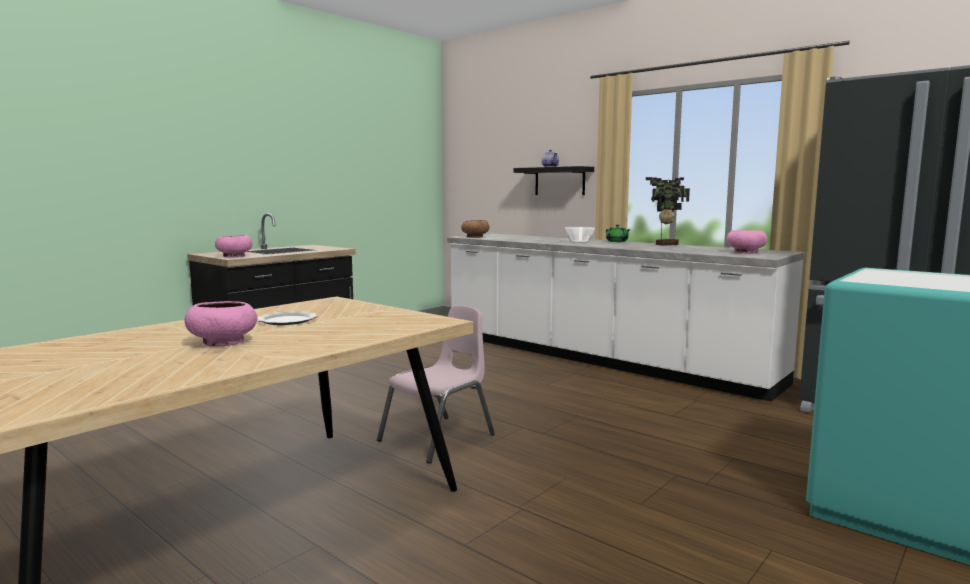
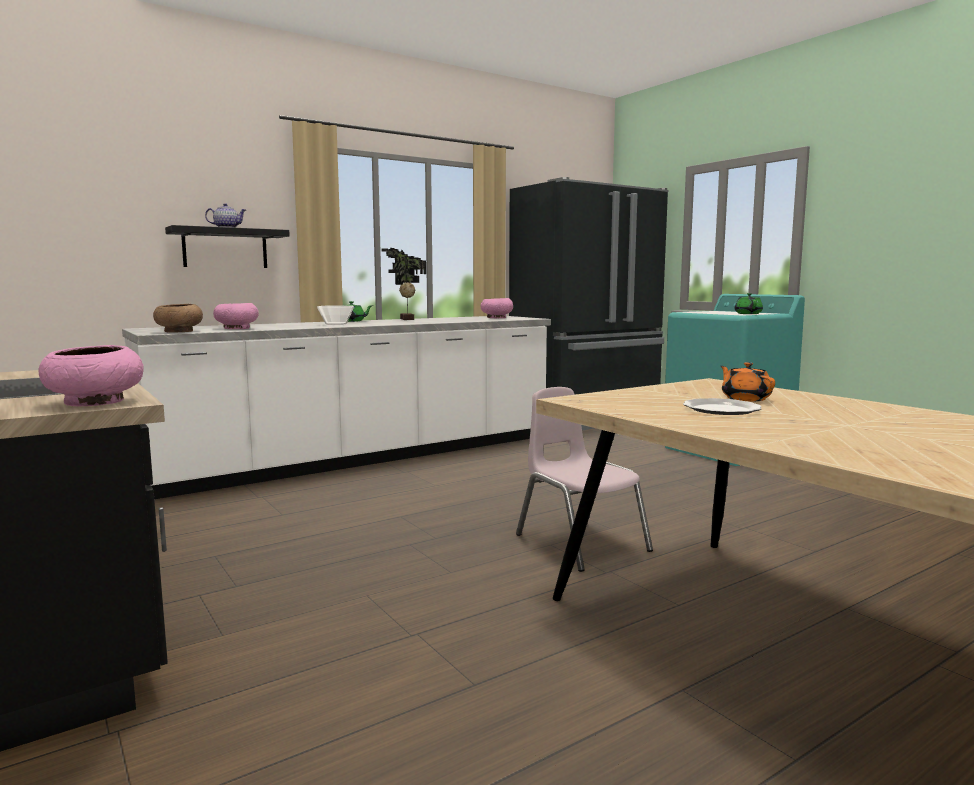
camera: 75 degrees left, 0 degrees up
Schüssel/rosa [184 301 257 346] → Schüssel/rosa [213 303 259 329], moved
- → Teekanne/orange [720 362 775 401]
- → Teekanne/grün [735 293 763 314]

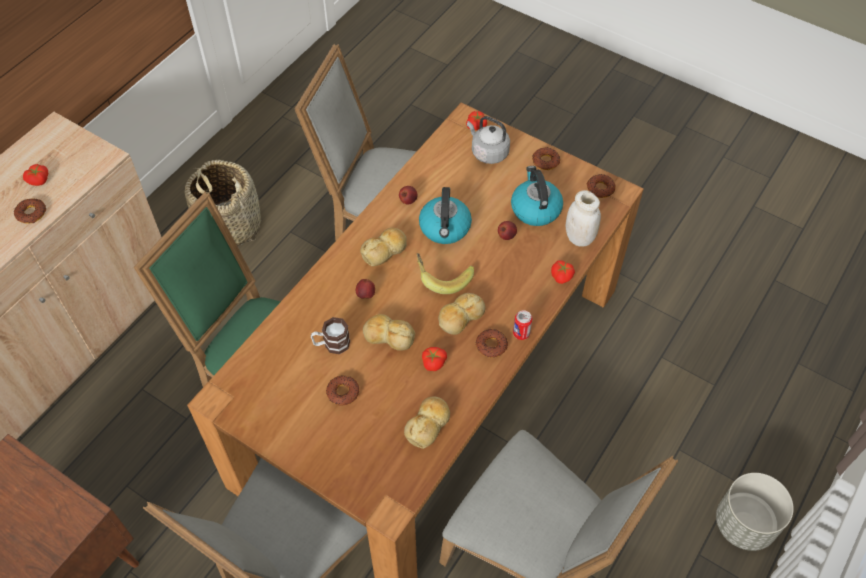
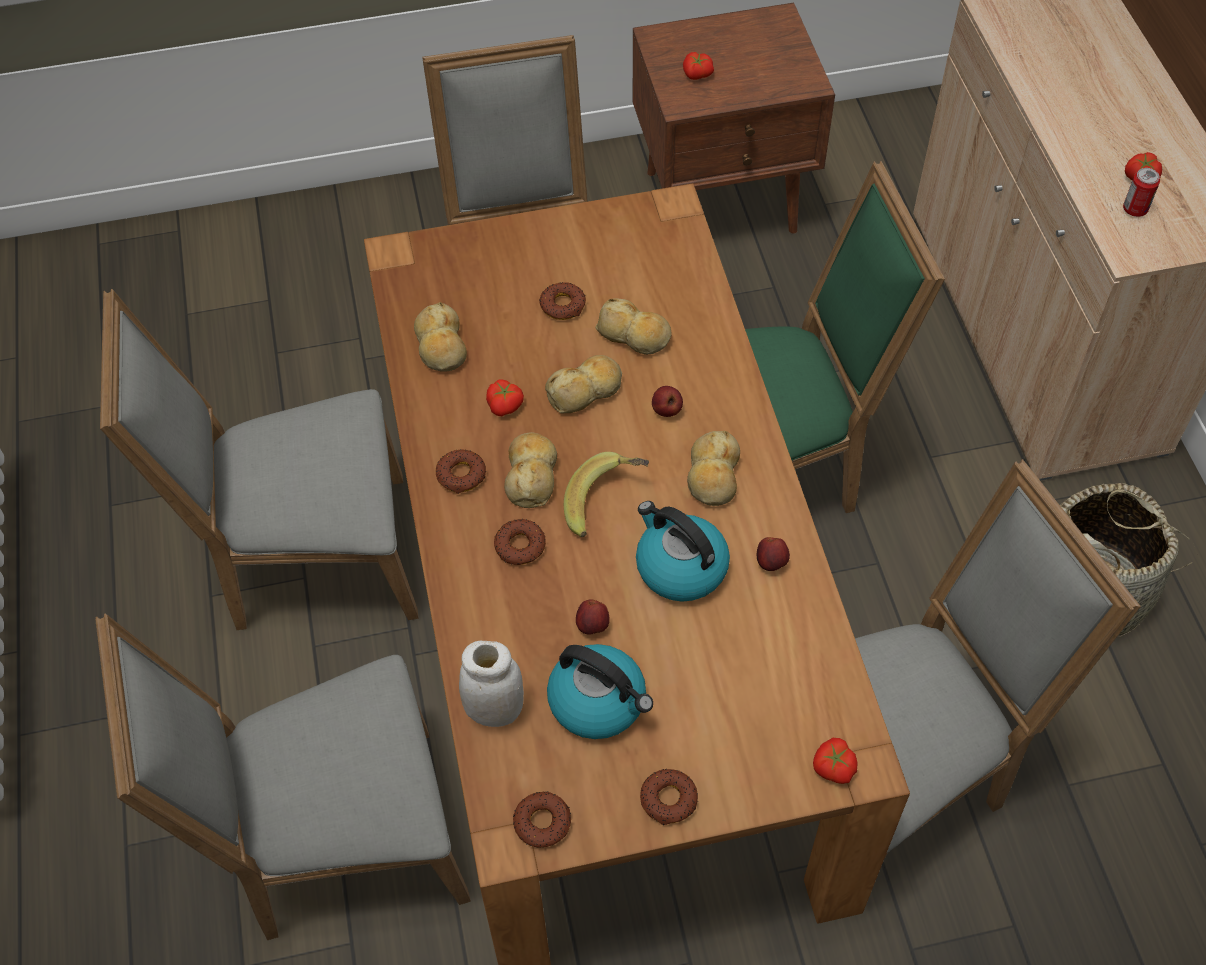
camera: 135 degrees right, 0 degrees up
- → Stuhl/grau [95 613 471 940]
Donut [14 198 46 224] → Donut [494 519 546 565], moved
Henkelbecher [311 317 350 354] → Brot [595 298 672 355]
Tomate [551 260 575 284] → Tomate [683 52 714 80], moved
Dose [513 310 532 340] → Dose [1123 168 1160 217], moved
Wasserkessel/grau [467 116 510 164] → -
Pflanzkübel/grau [716 473 794 551] → -

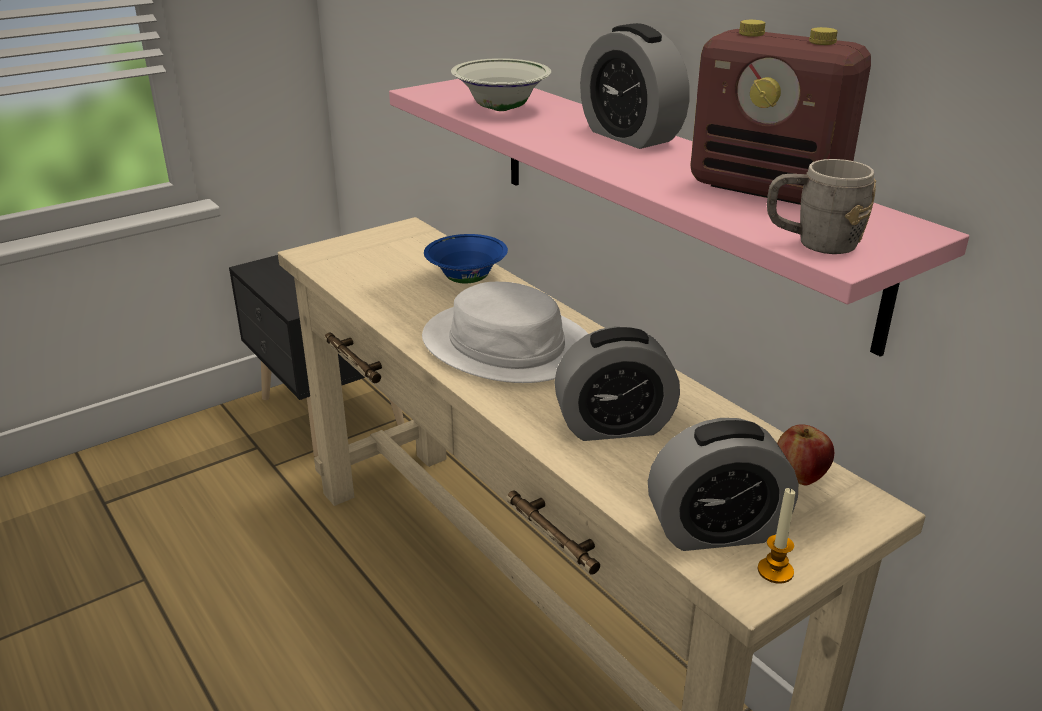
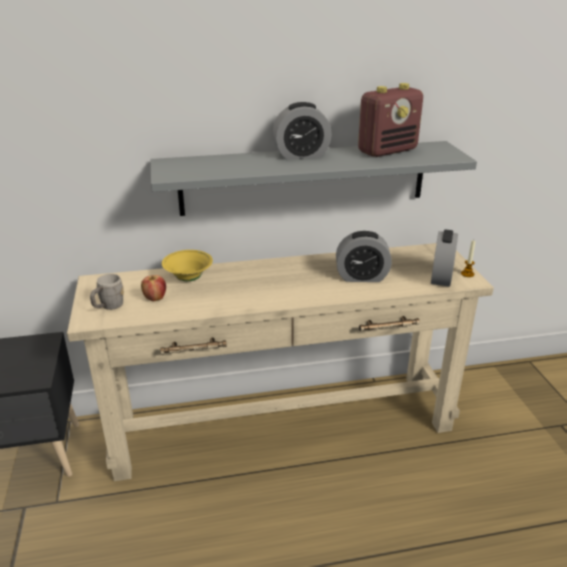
camera: 65 degrees left, 0 degrees up
Henkelbecher/grau [767 159 876 254] → Henkelbecher/grau [90 274 124 310], moved
Apfel [777 424 834 485] → Apfel [141 275 166 301], moved
Wandregal/rosa [389 79 969 357] → Wandregal/grau [151 141 477 216]
Schüssel/blau [424 234 508 284] → Schüssel/gelb [162 250 213 281]
Wecker [554 326 680 441] → Wecker [336 231 392 282], 75 degrees clockwise
Hut/weiß [422 282 588 383] → -
Schüssel/weiß [451 58 551 111] → -

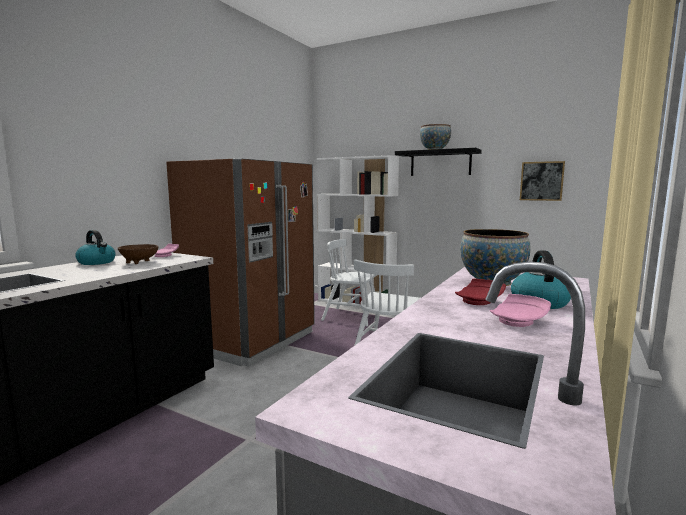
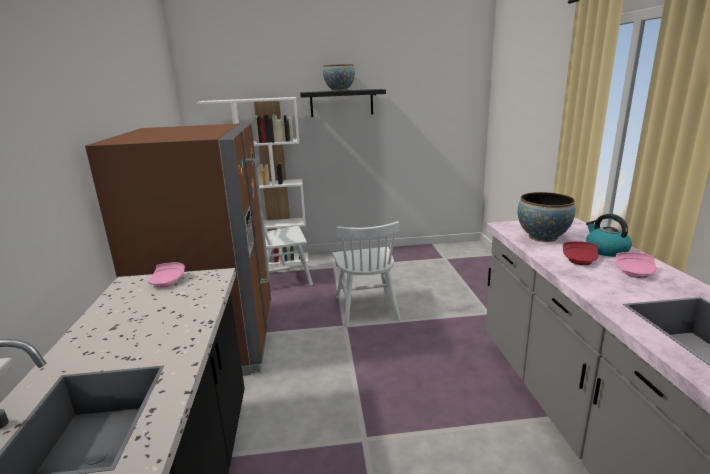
camera: 35 degrees left, 10 degrees up
Wasserkessel [75 230 116 265] → -
Schüssel/braun [118 244 158 264] → -
Bild [520 161 565 201] → -

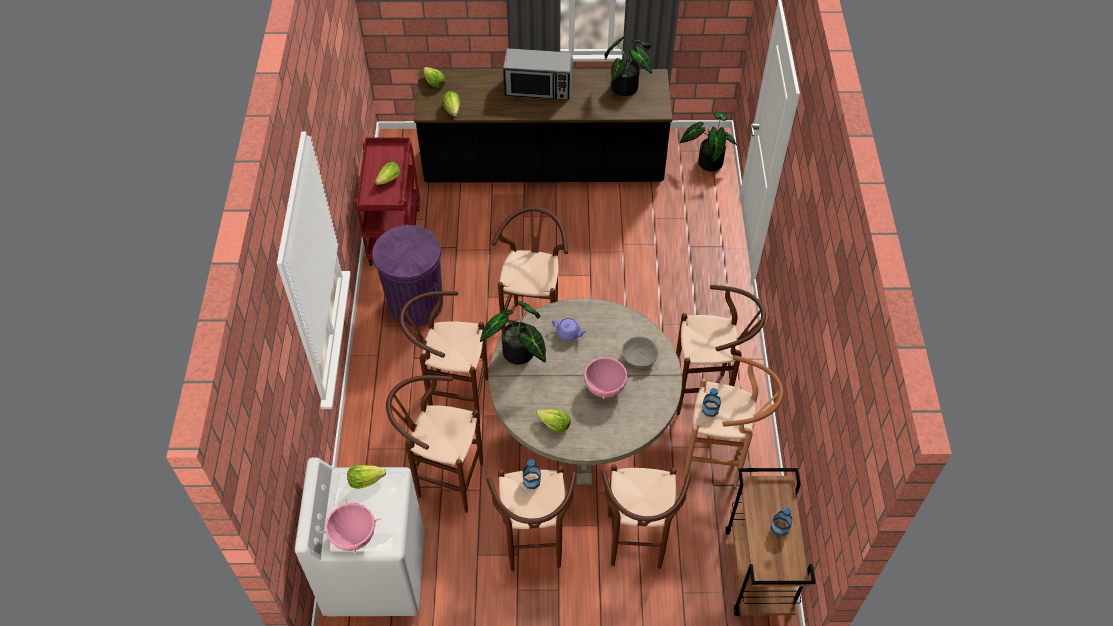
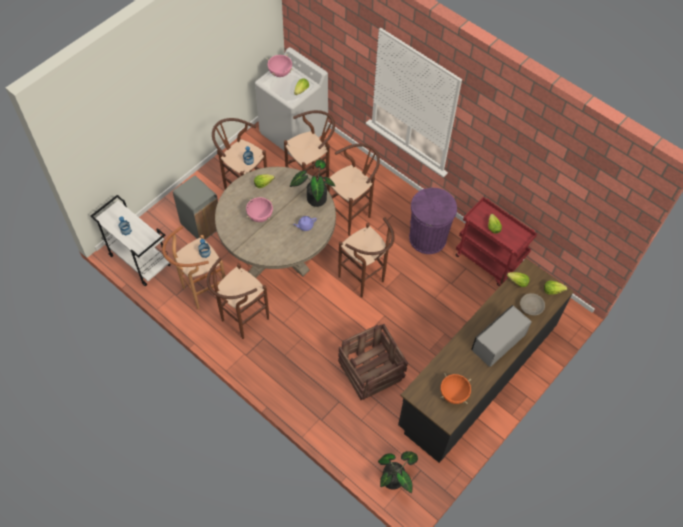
camera: 130 degrees right, 5 degrees up
Rollwagen/braun [725 468 815 616] → Rollwagen/weiß [90 195 171 287]
Hocker/braun [601 464 691 569] → Mülleimer/grau [173 176 218 240]
- → Kiste [338 324 408 400]
Topfpflanze [605 36 652 96] → Kochtopf/orange [440 373 471 404]
Schüssel/grau [622 336 659 367] → Schüssel/grau [520 293 545 316], moved

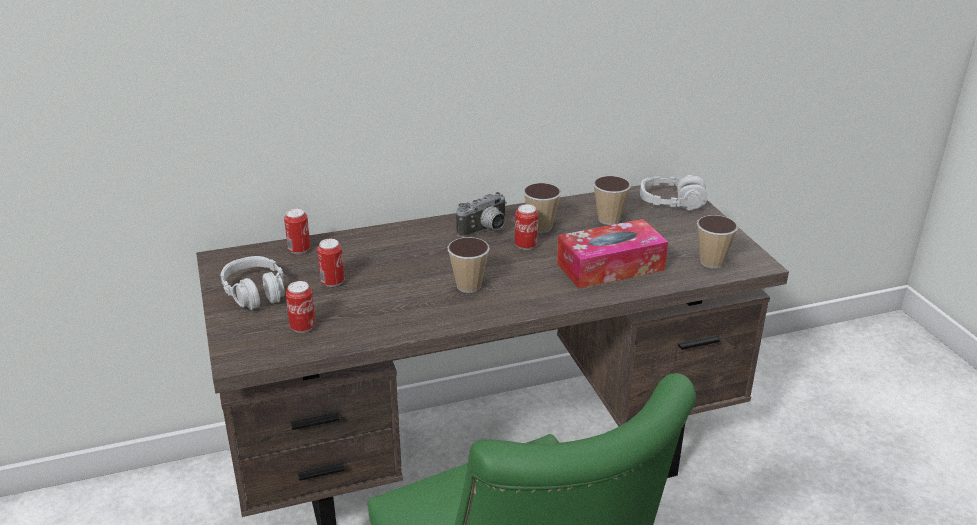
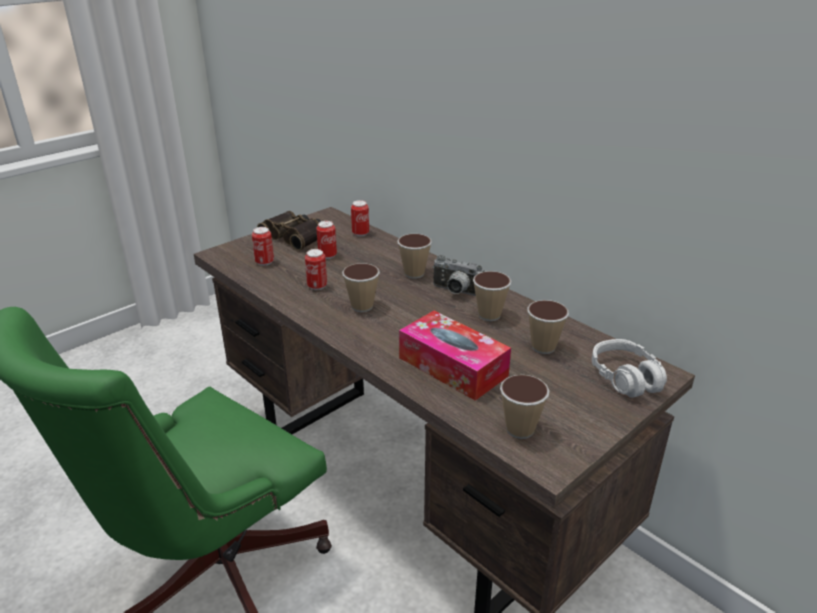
camera: 65 degrees right, 0 degrees up
Kopfhörer/grau [221 256 285 310] → Fernglas [257 211 321 251]
Dose [515 204 538 250] → Dose [305 249 327 290], moved
- → Tasse [397 234 432 279]

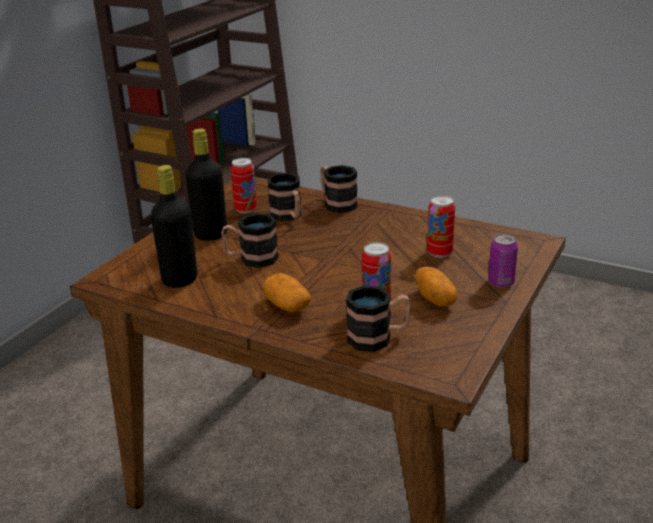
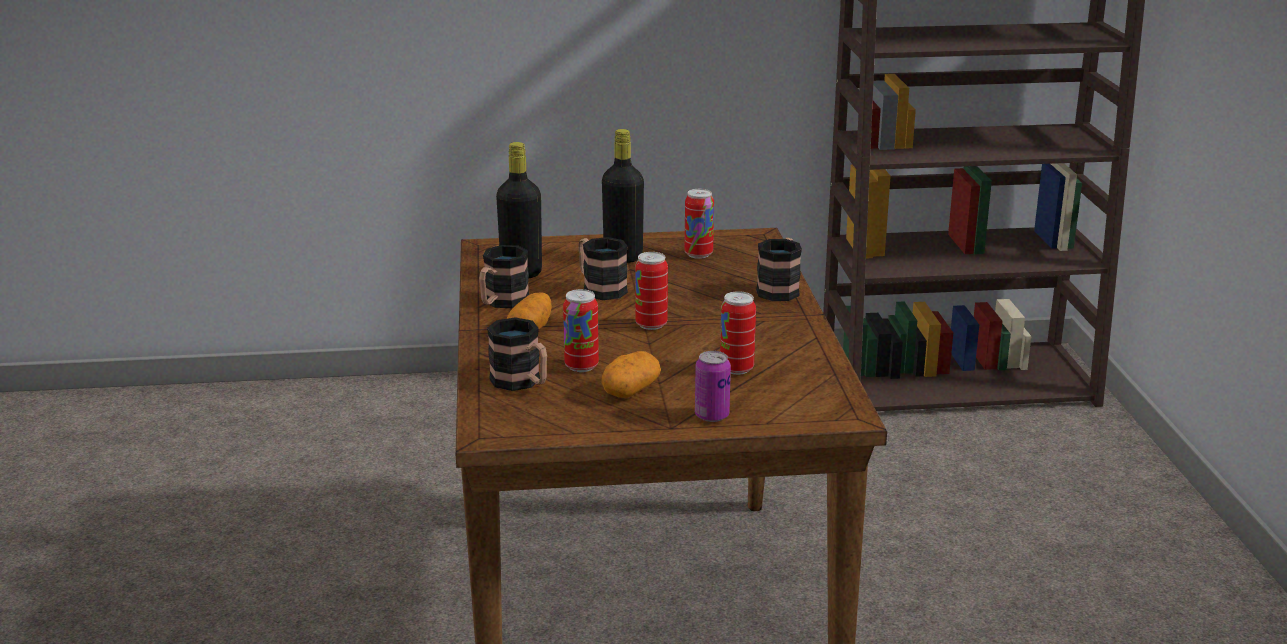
camera: 55 degrees right, 5 degrees down
Henkelbecher [268 173 302 221] → Henkelbecher [479 245 529 308], moved
- → Dose [635 252 668 330]

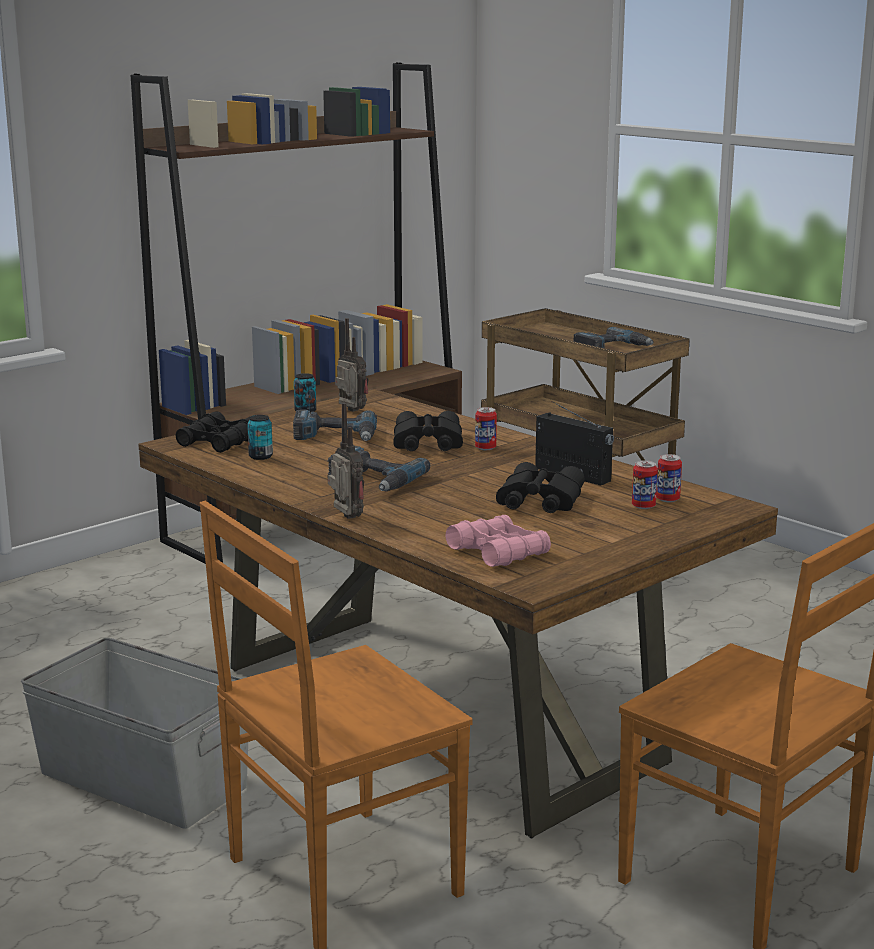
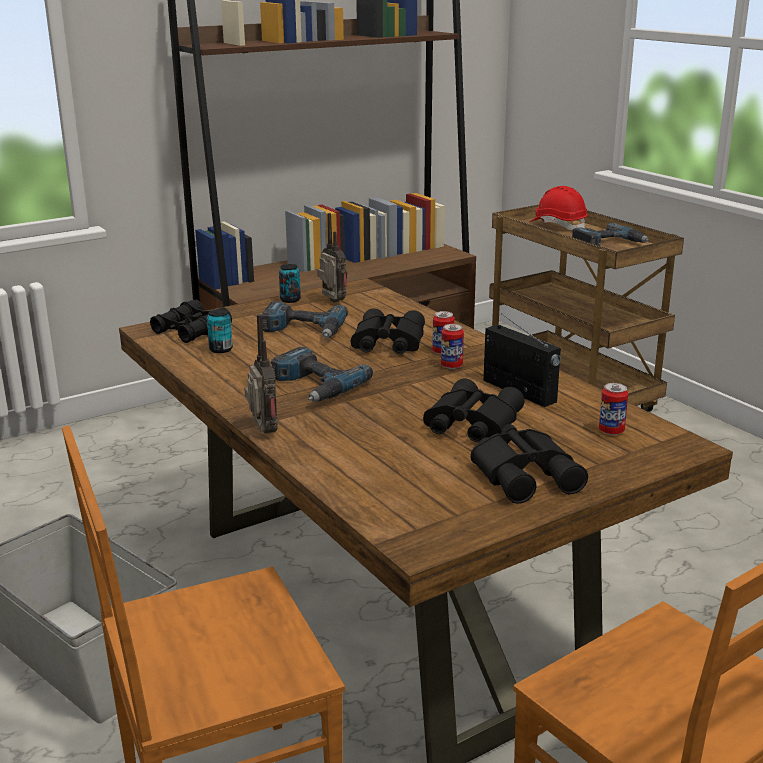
camera: 10 degrees right, 5 degrees up
Dose [632 460 658 509] → Dose [441 324 464 369], moved
- → Fernglas/schwarz [471 424 588 504]
- → Schutzhelm/rot [530 186 588 231]
Fernglas/rosa [446 515 551 567] → -

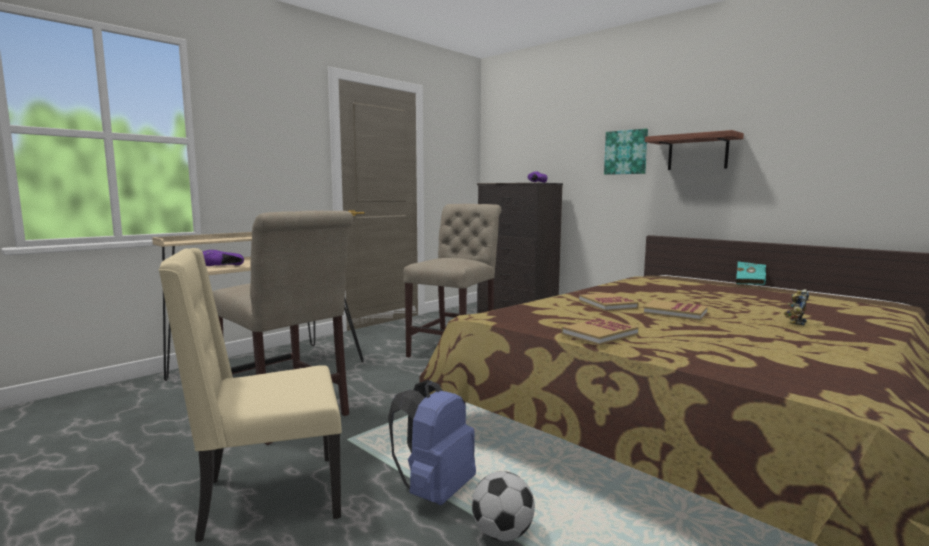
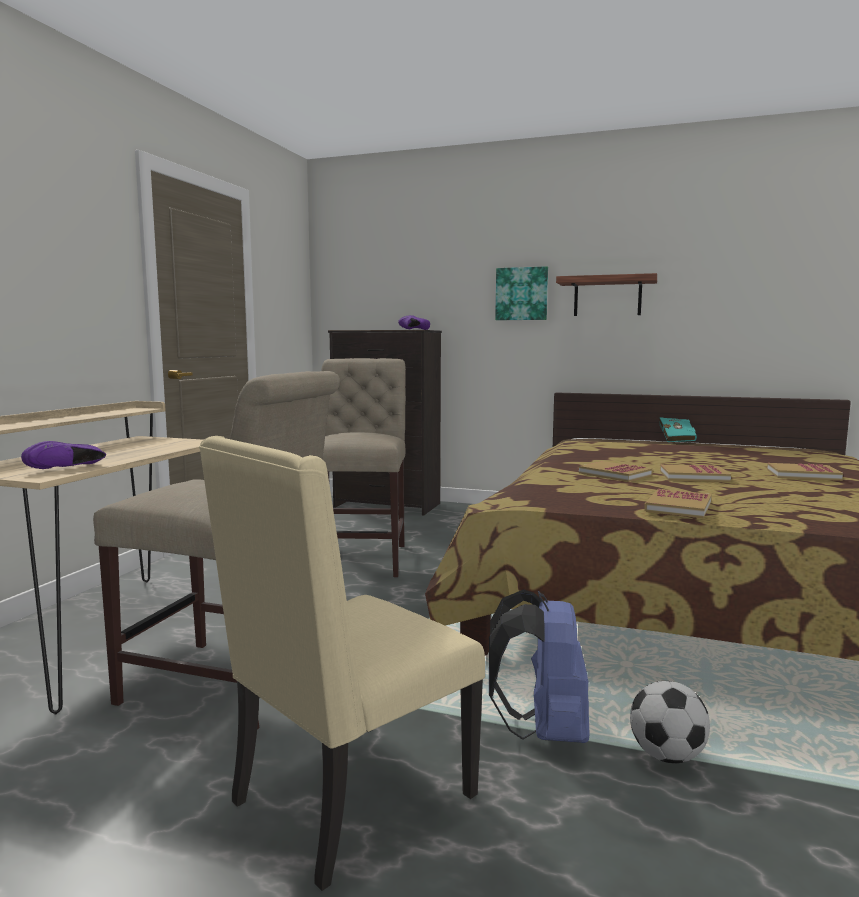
camera: 25 degrees left, 0 degrees up
Spielzeugroboter [784 289 809 326] → Buch [767 463 843 481]

